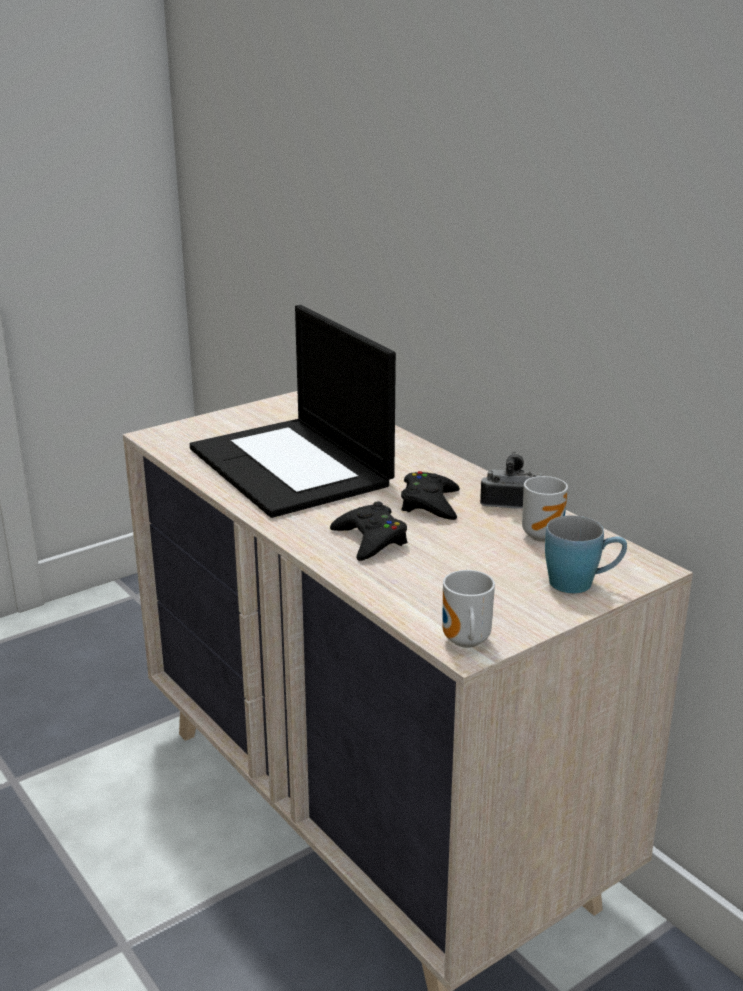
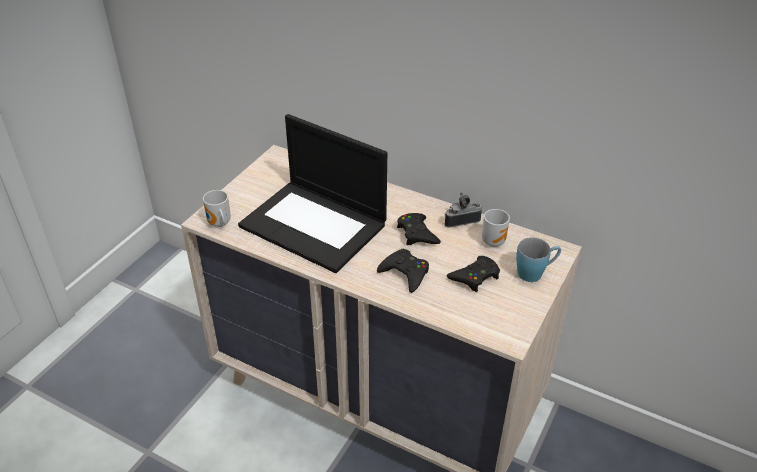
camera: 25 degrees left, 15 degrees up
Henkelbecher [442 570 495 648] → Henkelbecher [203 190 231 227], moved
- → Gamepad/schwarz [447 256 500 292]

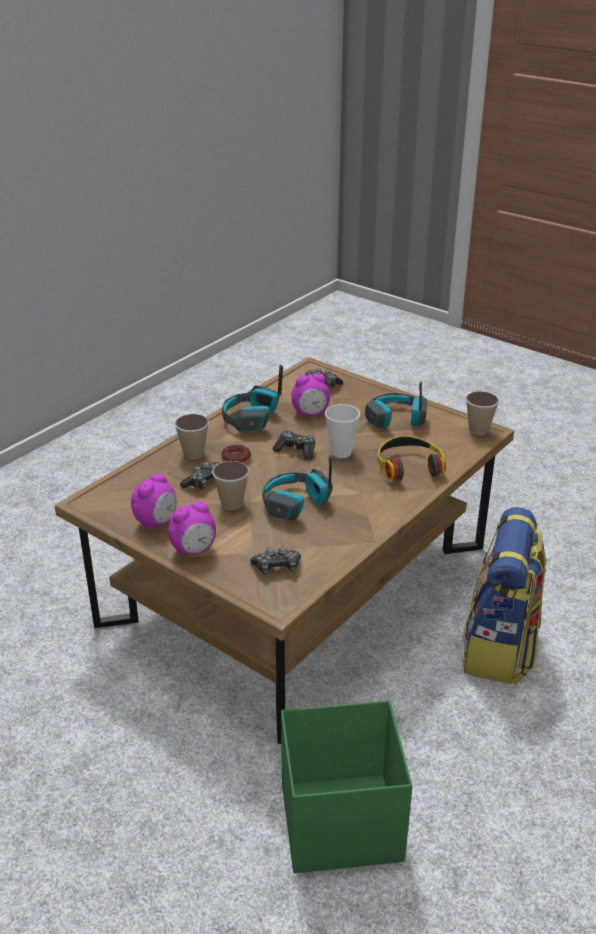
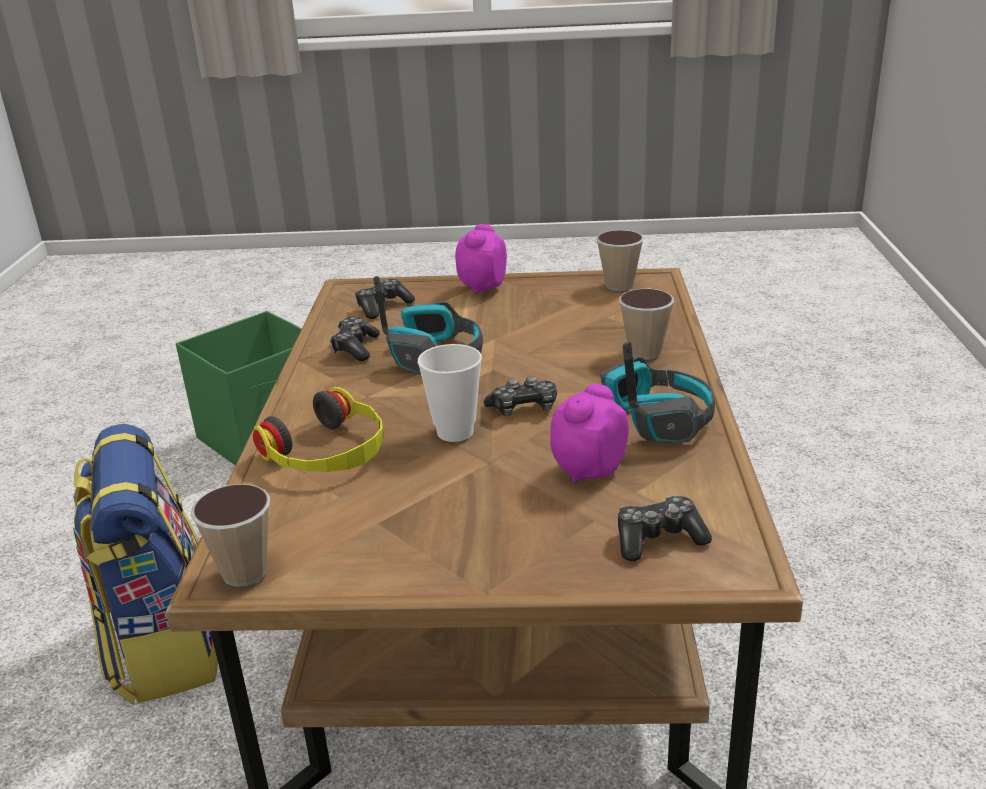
camera: 145 degrees right, 5 degrees down
Gamepad [180 462 219 490] → Gamepad [329 317 380 361], moved
Tasse [212 461 249 510] → Tasse [596 230 644 291], moved
Wecker [131 474 176 530] → -
Donut [222 445 251 464] → -
Kopfhörer [365 381 427 429] → -

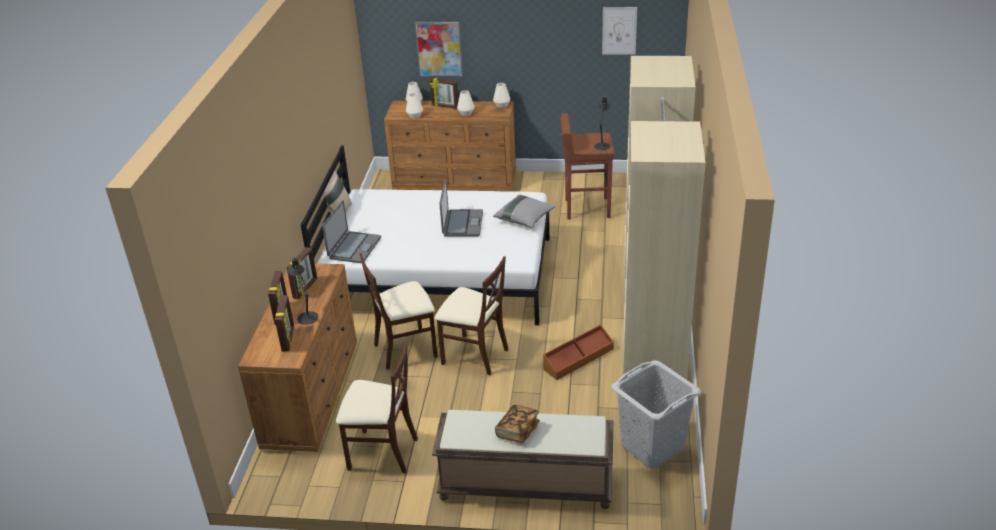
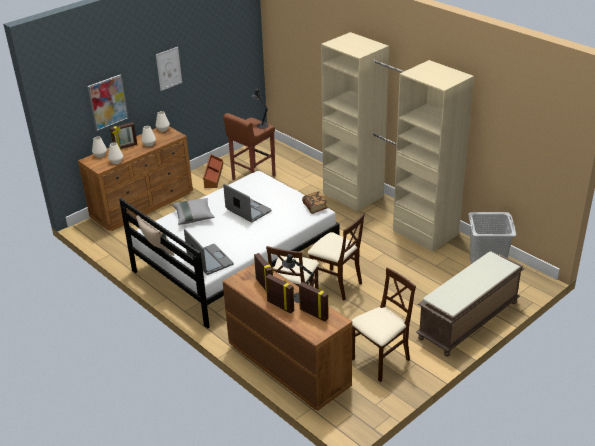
camera: 50 degrees left, 0 degrees up
Bild [602 7 637 55] → Bild [156 47 182 91], moved
Kissen/grau [493 195 555 228] → Kissen/grau [172 198 215 225], moved
Aufbewahrungsbox/braun [543 324 614 380] → Aufbewahrungsbox/braun [203 154 223 188], moved
Buch [495 405 540 443] → Buch [302 191 328 214], moved
Stuhl/beige [435 256 509 375] → Stuhl/beige [308 213 365 301], 60 degrees clockwise

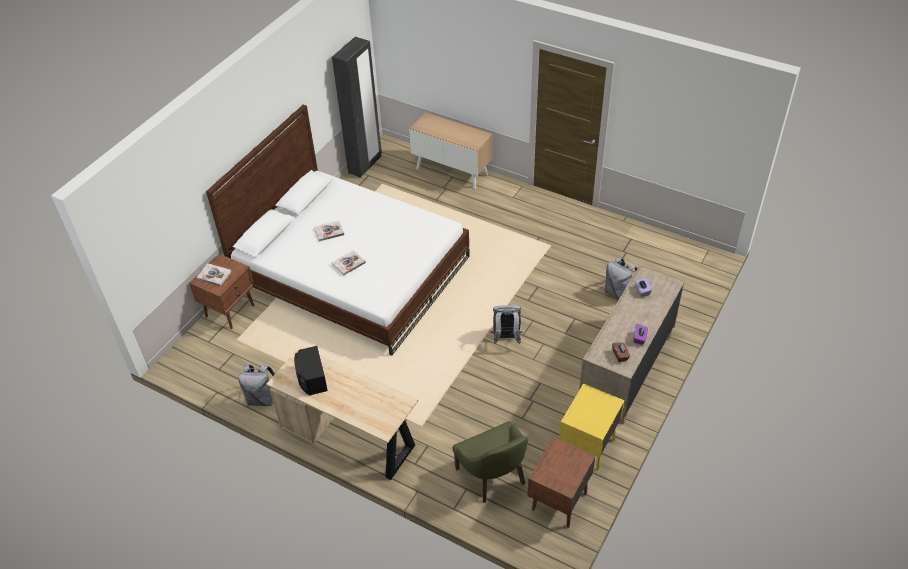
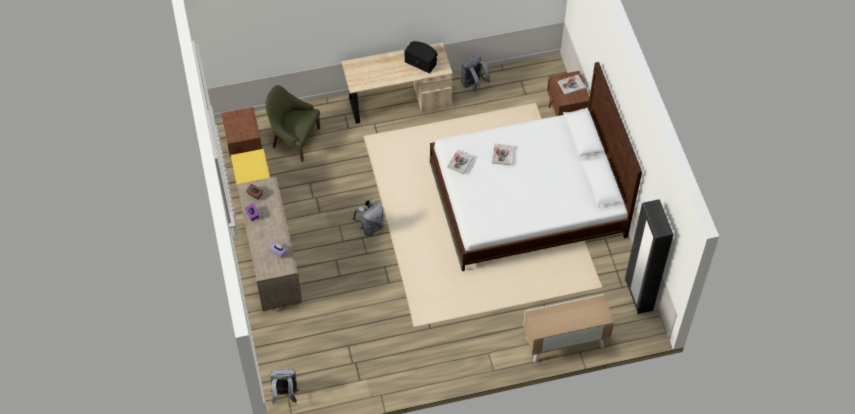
camera: 135 degrees right, 10 degrees up
Rucksack/grau [604 258 638 300] → Rucksack/grau [270 369 299 404], moved
Buch [314 220 344 241] → Buch [447 150 474 174], moved

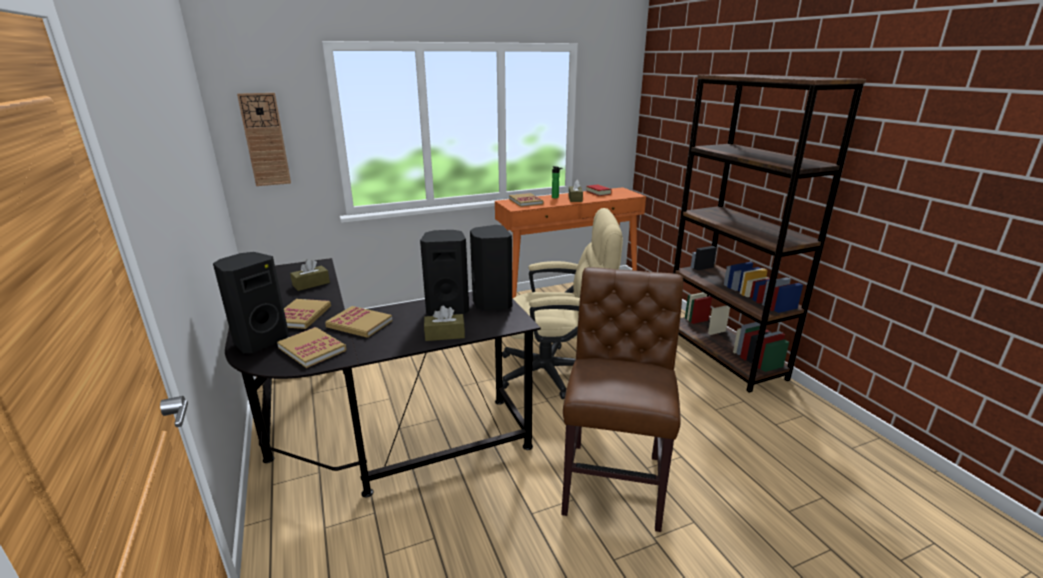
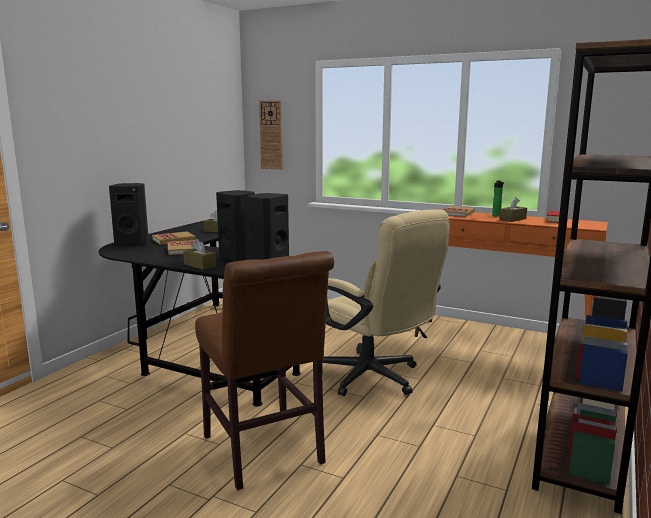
camera: 50 degrees right, 10 degrees down
Stuhl/braun [561 267 683 532] → Stuhl/braun [195 251 334 490], 90 degrees clockwise
Buch [277 327 346 368] → -

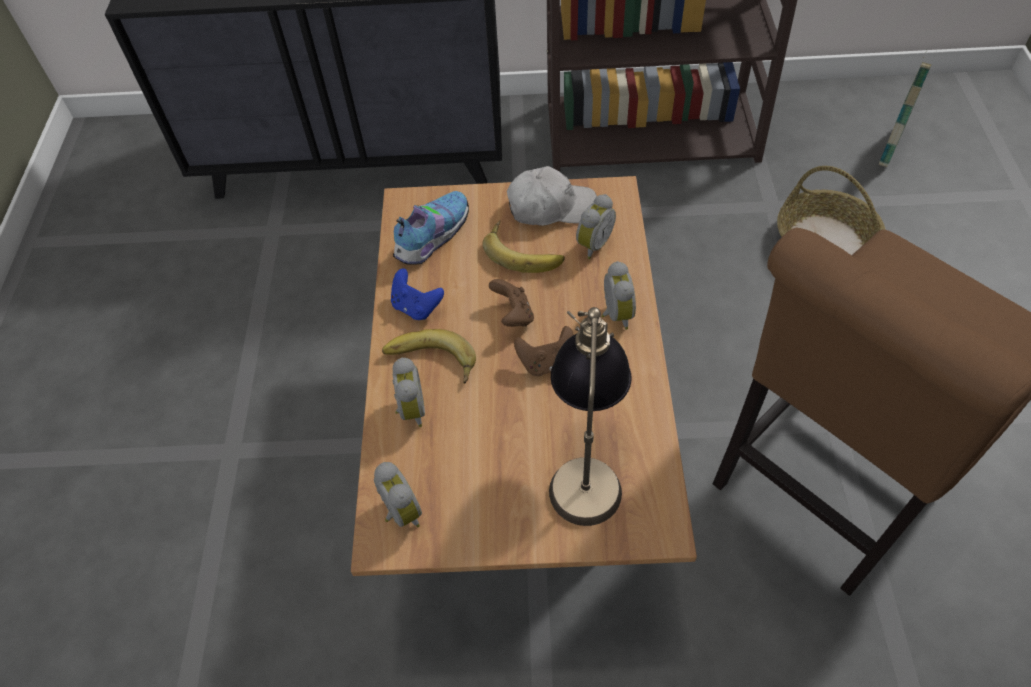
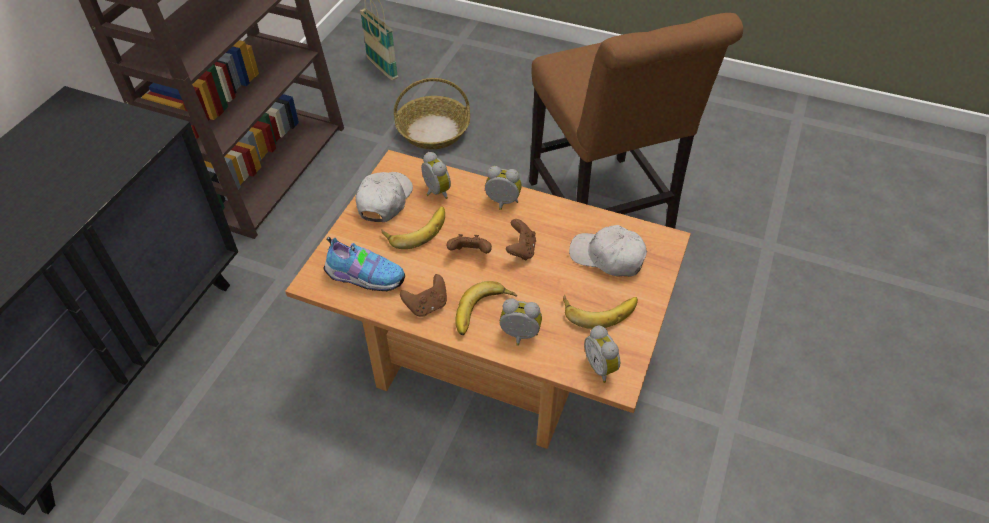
camera: 70 degrees left, 5 degrees down
Schuh [393 191 469 265] → Schuh [324 237 405 291], 135 degrees clockwise
Gamepad/blau [391 269 444 320] → Gamepad/braun [400 274 447 317]
- → Banane [563 294 638 329]
Tischlampe [549 307 632 526] → Kappe/weiß [569 225 647 277]
Wecker [374 462 422 528] → Wecker [584 326 620 383], 105 degrees counterclockwise

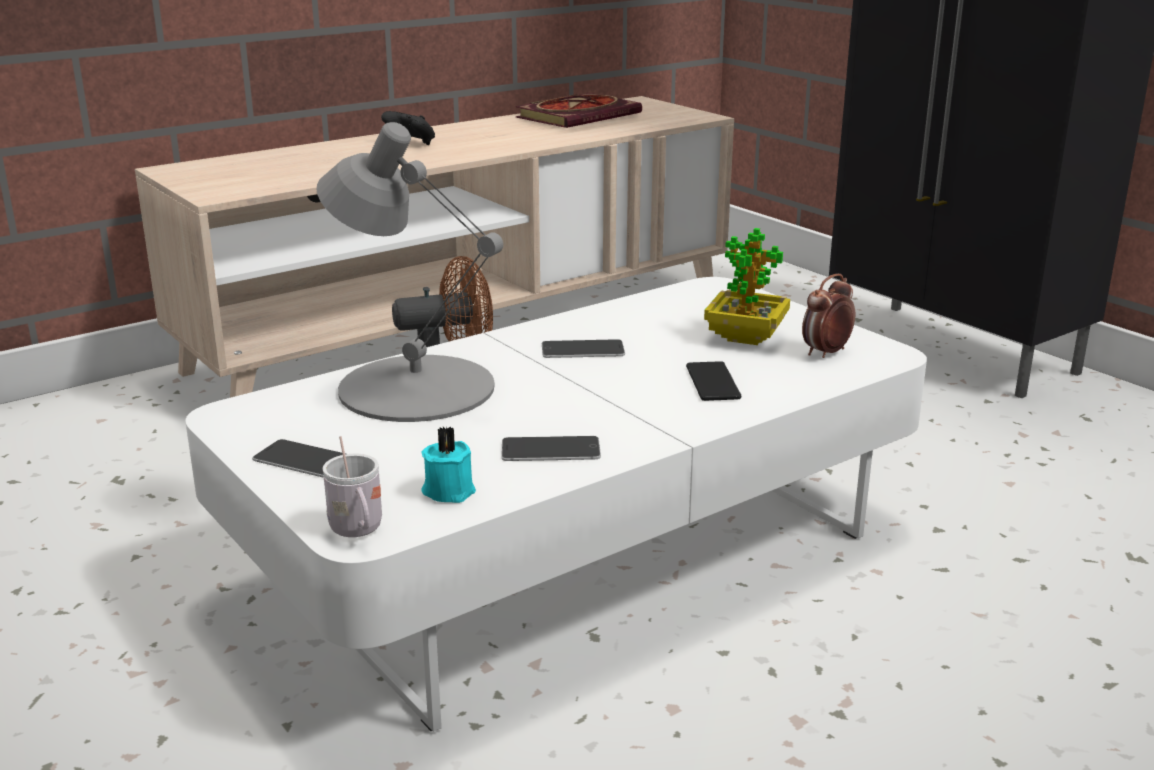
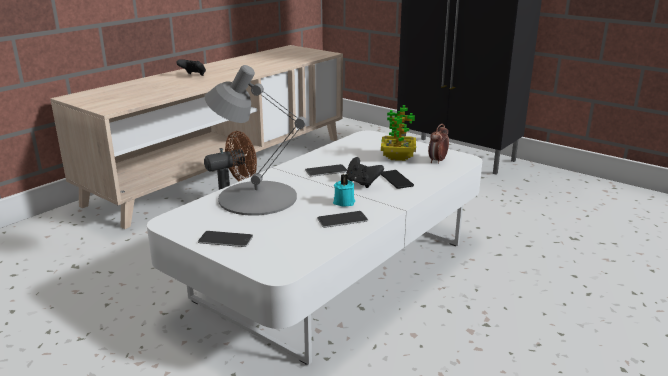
camera: 15 degrees left, 0 degrees up
Kerze/türkis [421 427 476 503] → Kerze/türkis [333 174 355 207], moved
- → Gamepad/schwarz [346 157 384 188]
Henkelbecher/weiß [323 436 382 537] → -
Buch [516 93 642 128] → -

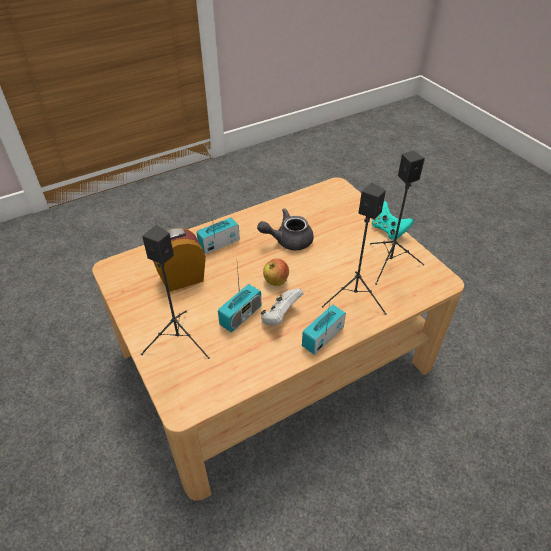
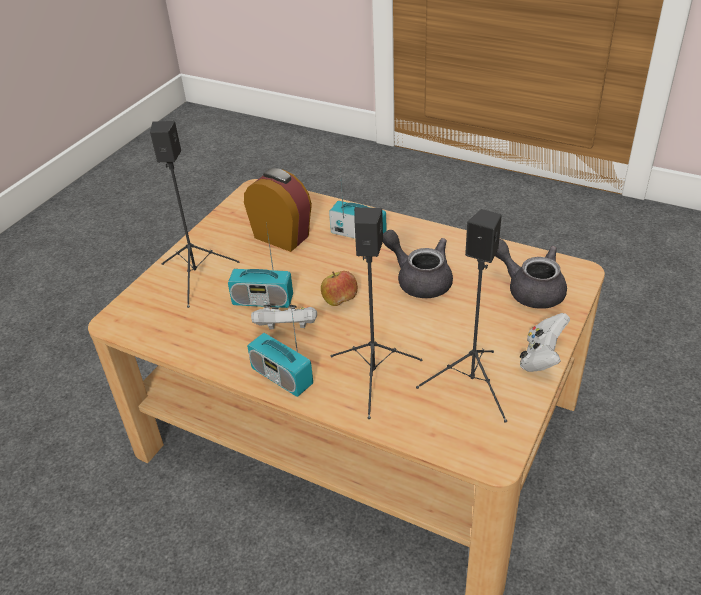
camera: 60 degrees right, 5 degrees down
Radio [302 302 346 355] → Radio [247 306 313 397], 150 degrees counterclockwise
- → Teekanne/grau [495 239 567 309]
Gamepad/türkis [372 201 413 240] → Gamepad/weiß [520 313 570 372]

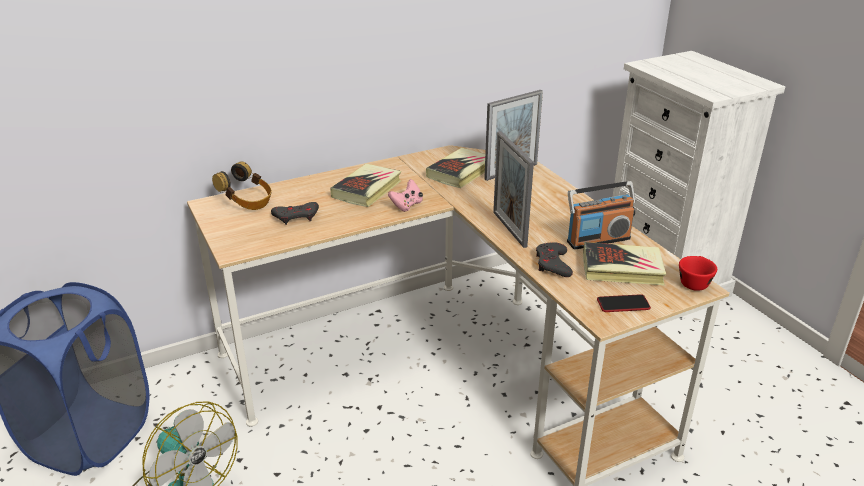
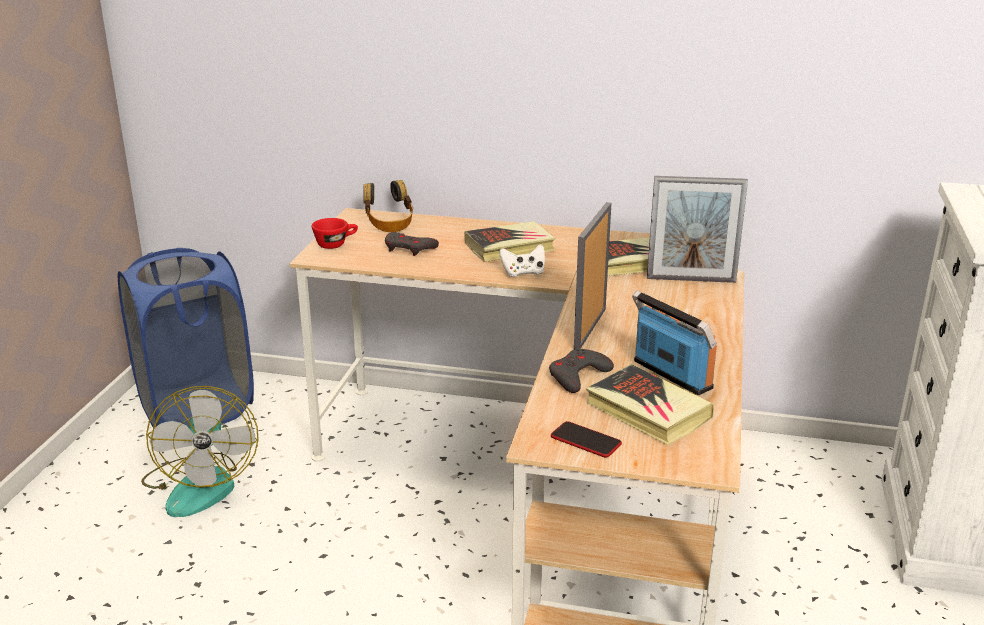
camera: 40 degrees right, 5 degrees down
Tasse/rot [679 256 717 291] → Tasse/rot [312 218 358 249], moved
Gamepad/rosa [388 179 423 212] → Gamepad/weiß [499 244 545 277]
Radio [567 181 635 249] → Radio [632 291 717 395], 150 degrees counterclockwise

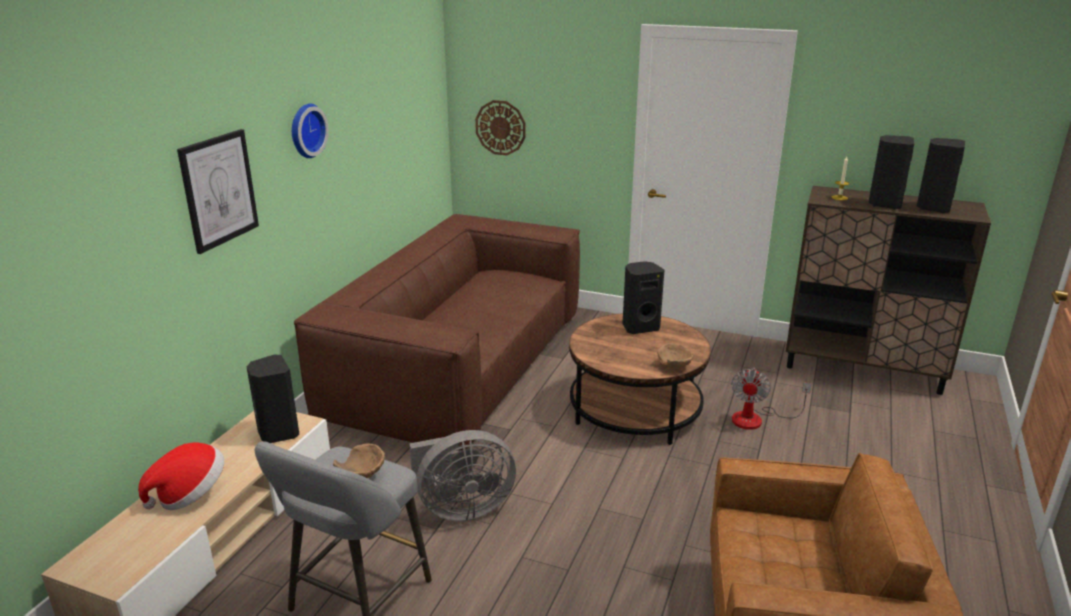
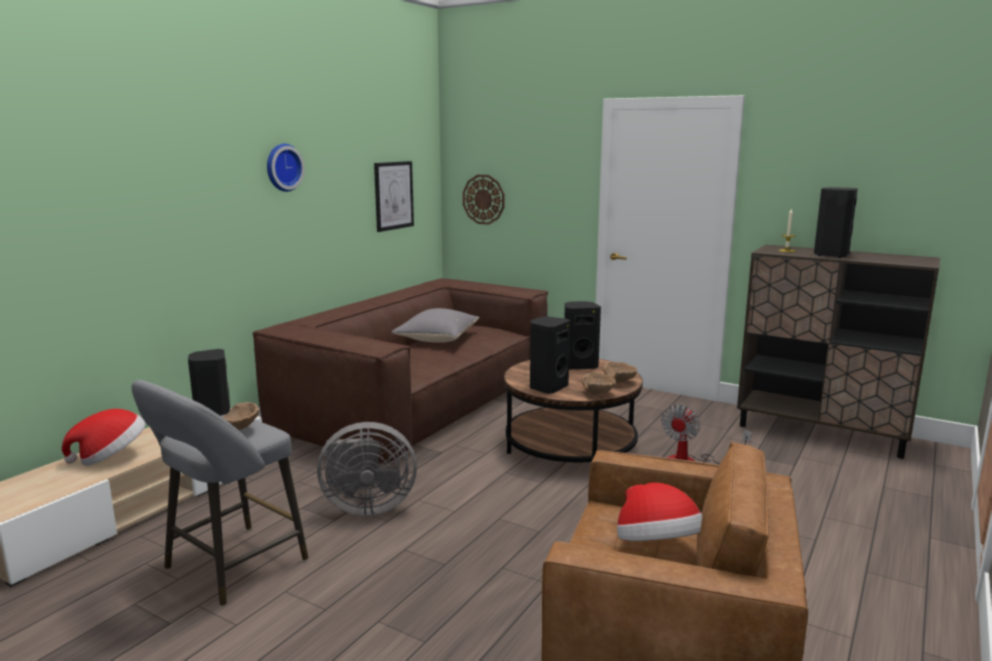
camera: 10 degrees right, 10 degrees down
Bild [177 129 259 254] → Bild [374 161 414 232], moved
- → Kissen/grau [392 308 479 343]
Lautsprecher/schwarz [917 138 965 213] → Lautsprecher/schwarz [530 317 570 394], moved
- → Schüssel/braun [603 362 637 383]
- → Hut [617 482 702 541]

